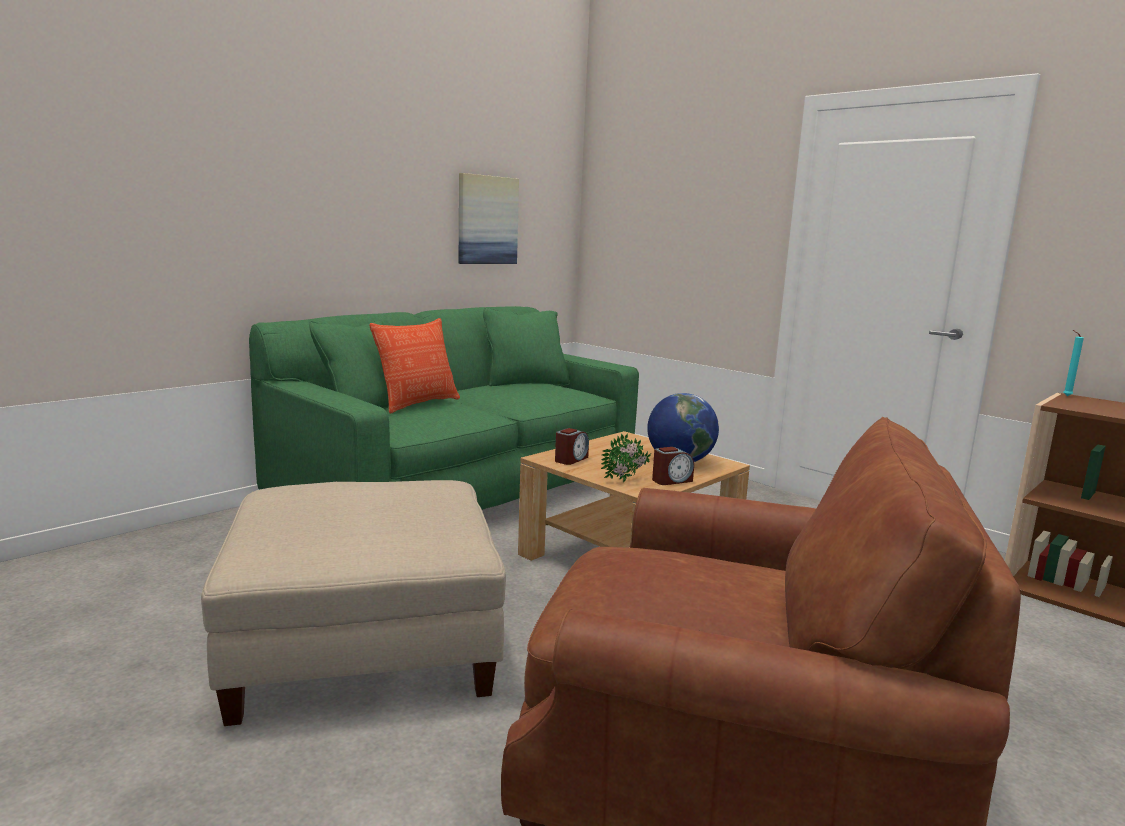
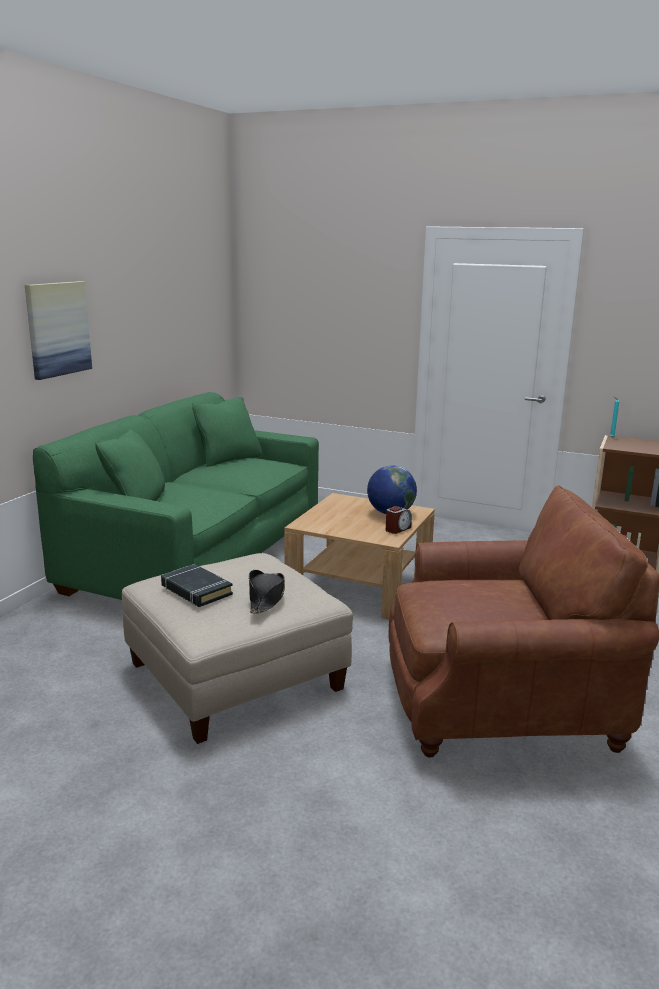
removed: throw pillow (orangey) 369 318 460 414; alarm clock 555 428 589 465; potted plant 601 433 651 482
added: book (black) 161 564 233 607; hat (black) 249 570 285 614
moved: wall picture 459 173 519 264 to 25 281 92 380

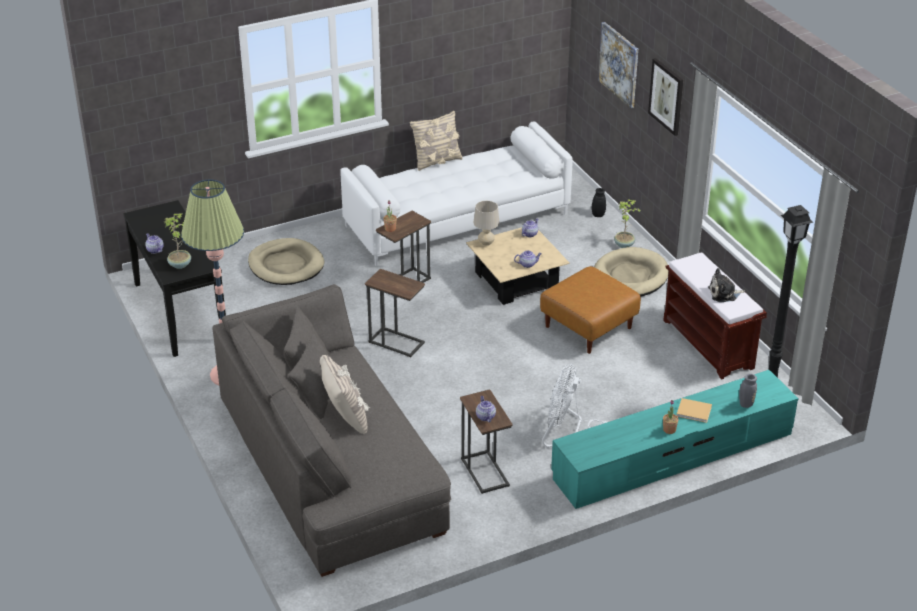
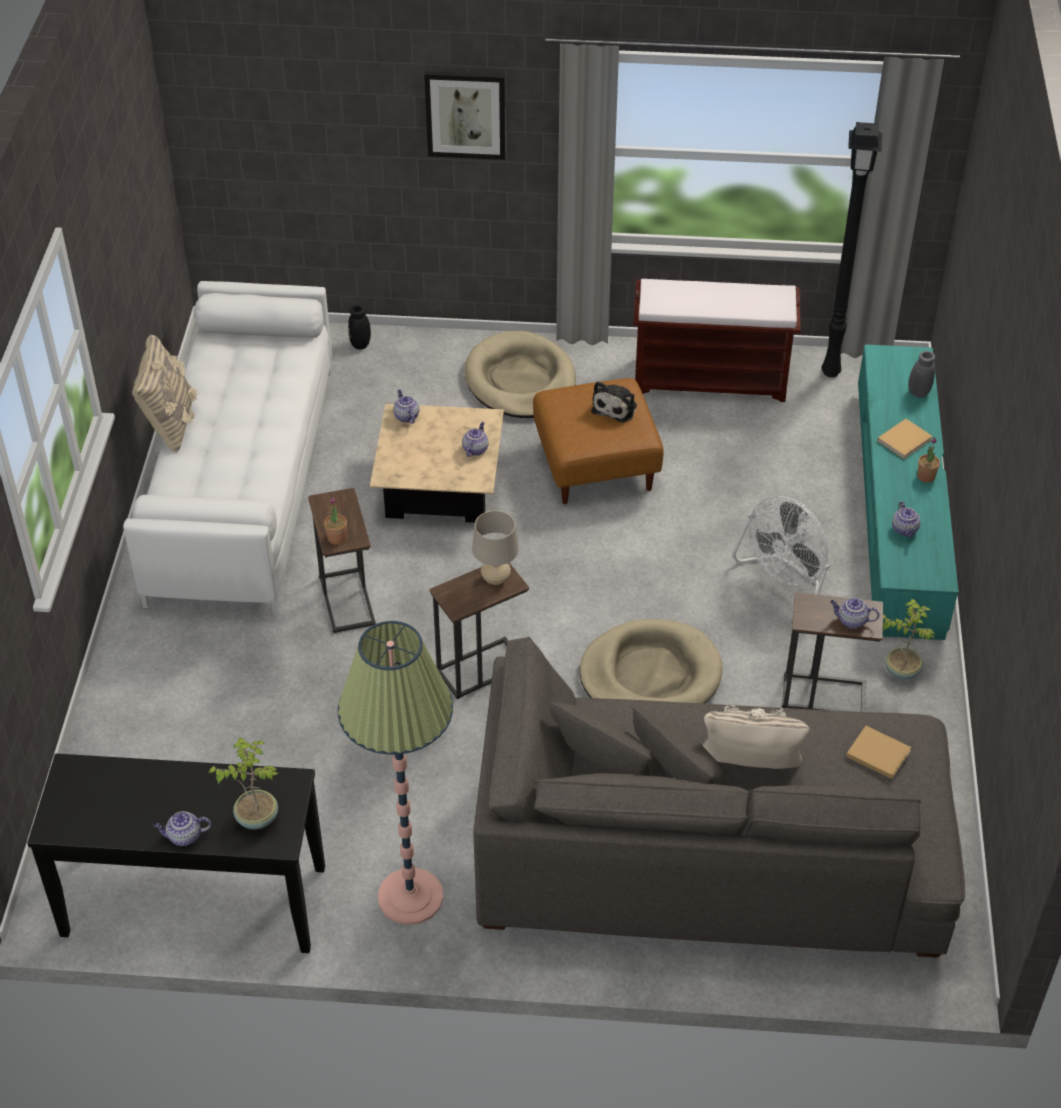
removed: wall picture 598 22 638 108
added: book (sand-coloured) 846 726 911 779; teapot 892 501 921 538
moved: pet bed (sand-coloured) 248 238 324 285 to 580 619 722 704; lamp for a table (sand-coloured) 474 201 500 246 to 472 510 519 585; potted plant 614 199 640 248 to 883 599 935 680; plush toy 708 268 745 302 to 591 381 637 422

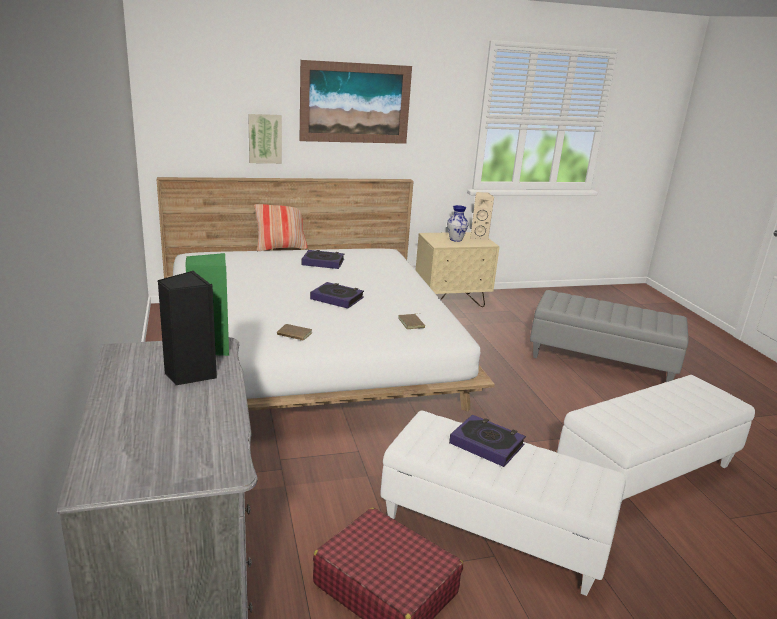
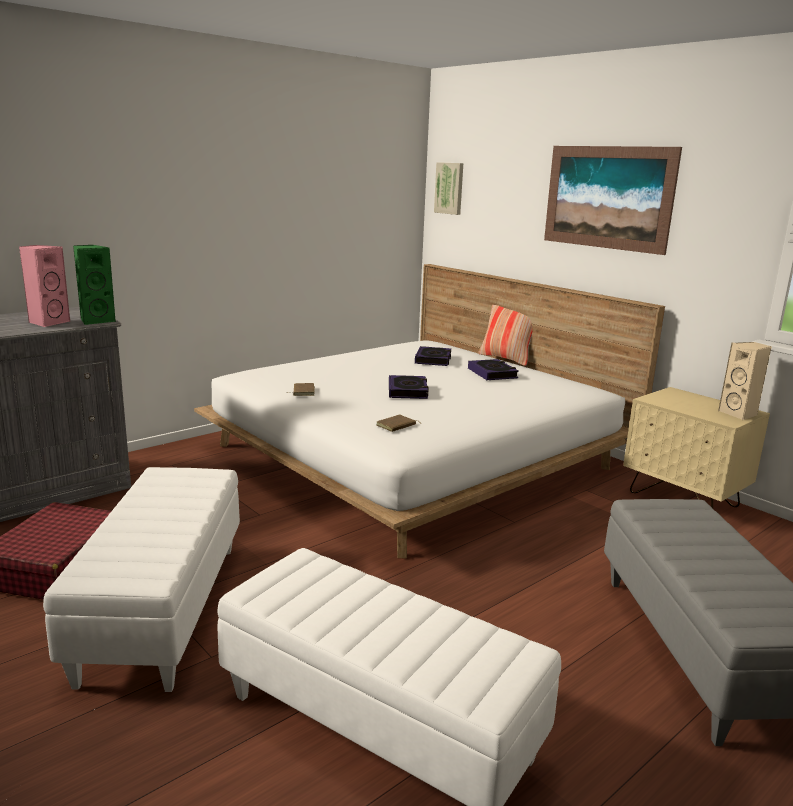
removed: decorative vase 447 205 469 242
moved: wall picture 248 114 282 164 to 434 162 463 215; book 449 415 526 467 to 415 346 451 366
recoloured: loudspeaker (black) 157 271 217 386 to loudspeaker (pink) 19 245 70 327

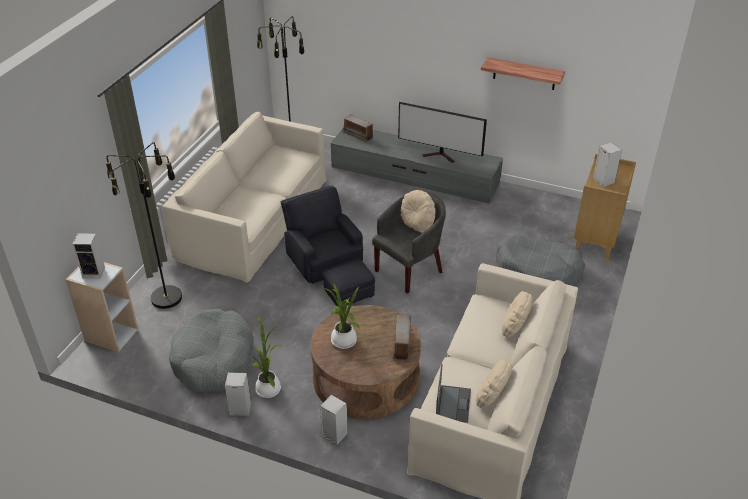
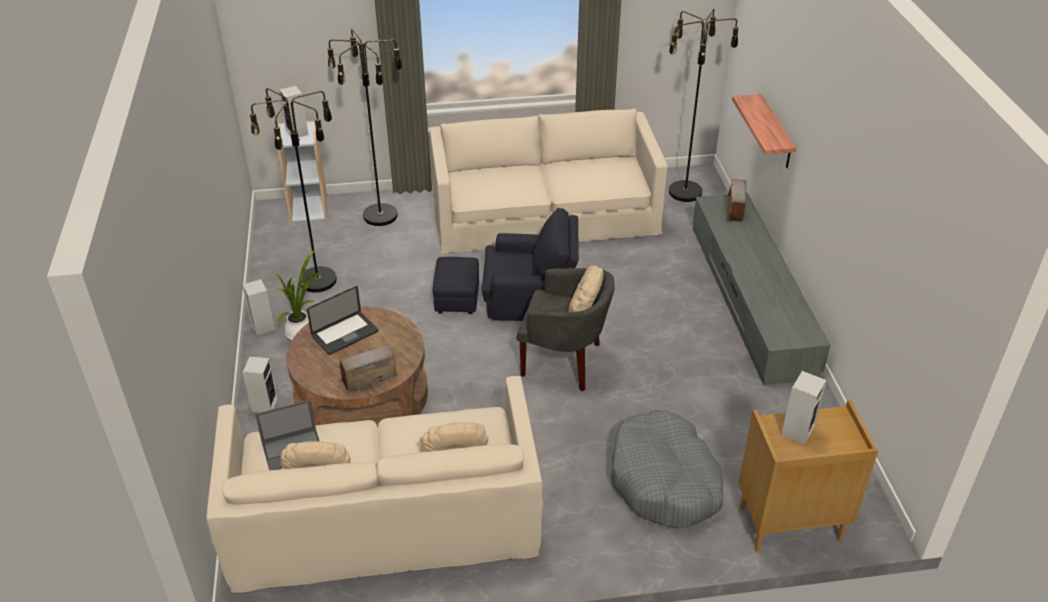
removed: TV 398 102 487 163
moved: bracket shelf 481 57 565 90 to 732 94 796 168
replaced: pet bed (grey) 169 309 254 393 to floor lamp 250 88 337 292; potted plant 324 284 360 349 to laptop 307 286 378 355
turned: lounge chair (black) 281 186 375 307 = 433 208 579 321 60 degrees clockwise

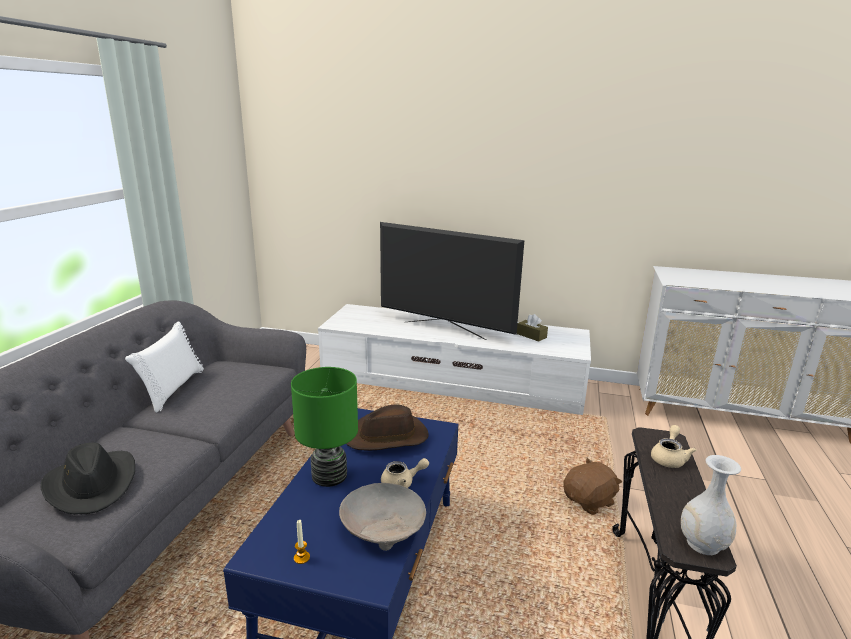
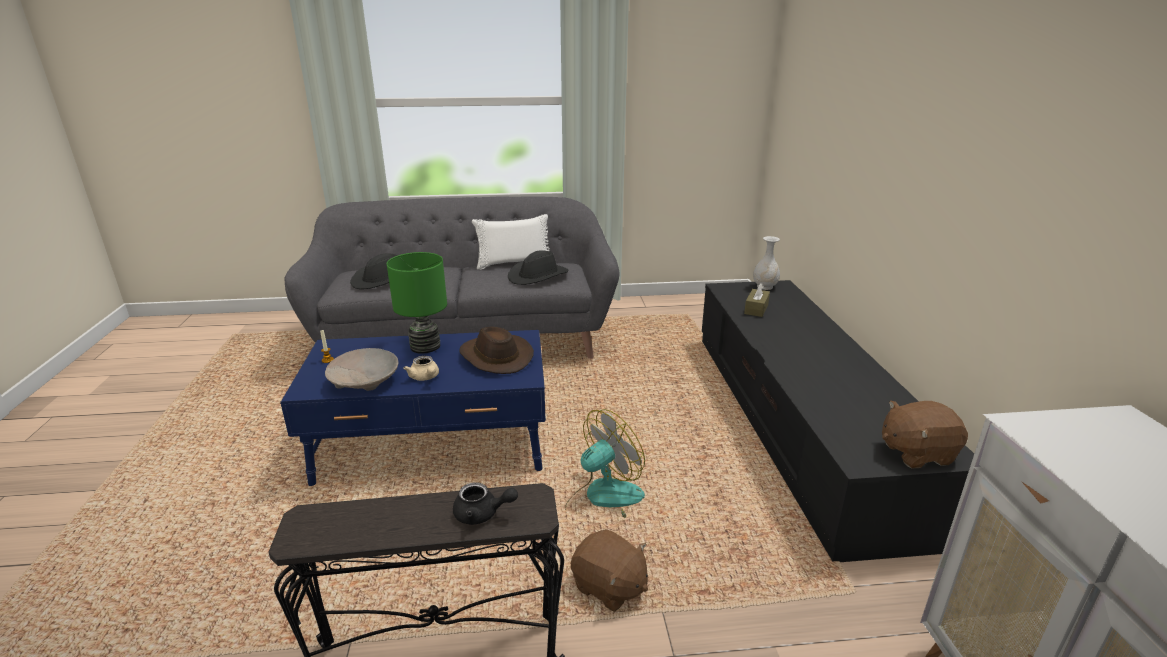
removed: TV 380 222 524 340
added: hat (black) 508 251 569 285; cooling fan 565 409 645 518; plush toy (brown) 882 400 968 469
moved: tissue holder (brown) 517 314 548 342 to 744 283 770 317; decorative vase (white-coloured) 681 455 741 555 to 753 236 780 290
recoloured: tv unit (white-coloured) 318 304 591 415 to tv unit (black) 702 280 974 562; teapot (sand-coloured) 651 425 697 468 to teapot (black) 453 482 518 525

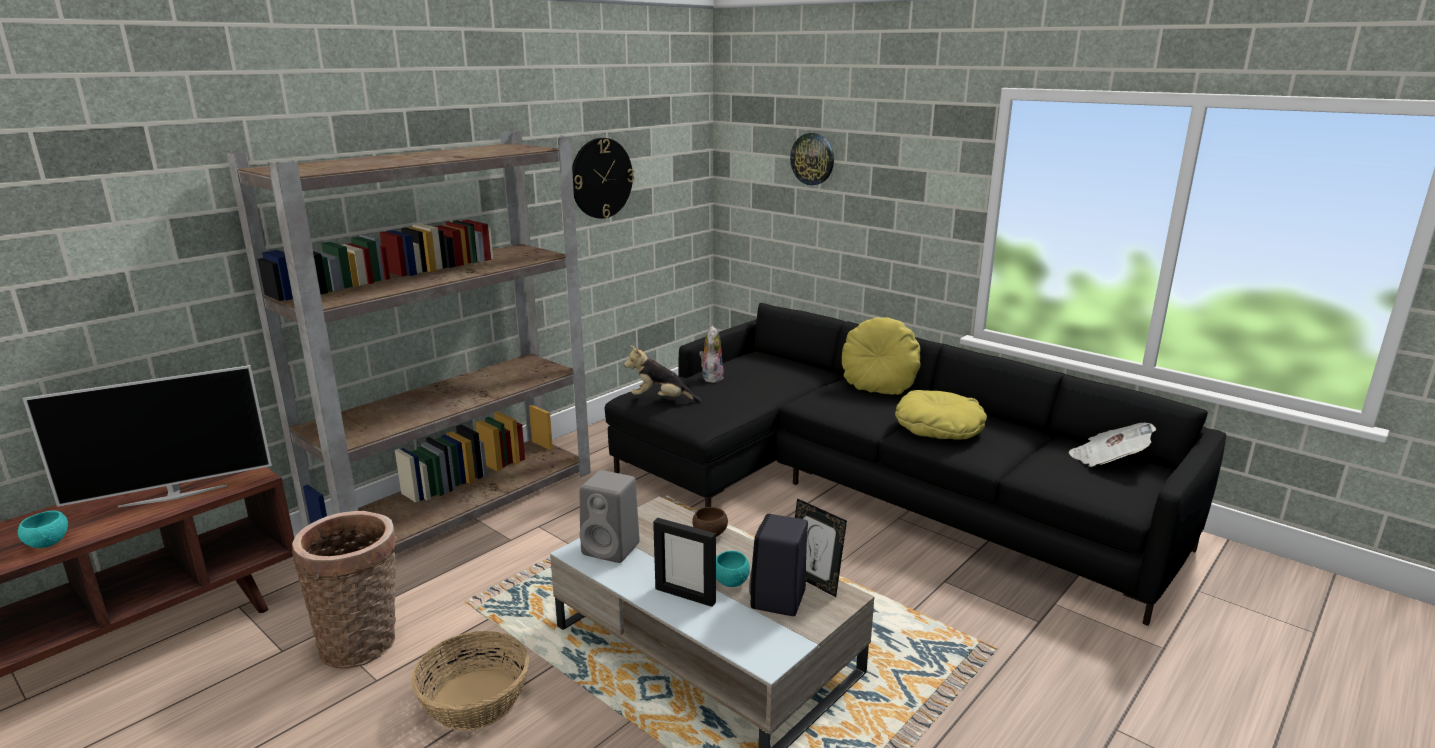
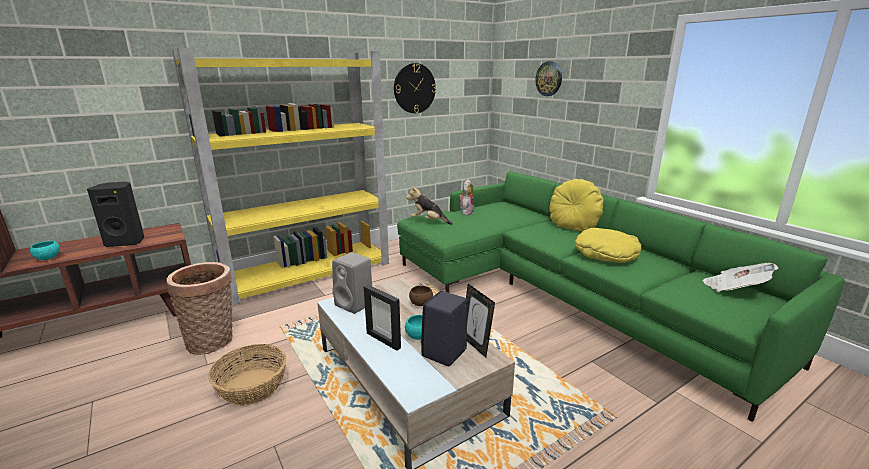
replaced: TV 22 365 272 507 to loudspeaker (black) 87 182 144 247
recoloured: shelving unit (brown) 227 131 591 554 to shelving unit (yellow) 172 48 389 305; sofa (black) 605 303 1226 626 to sofa (greenish) 397 171 845 422

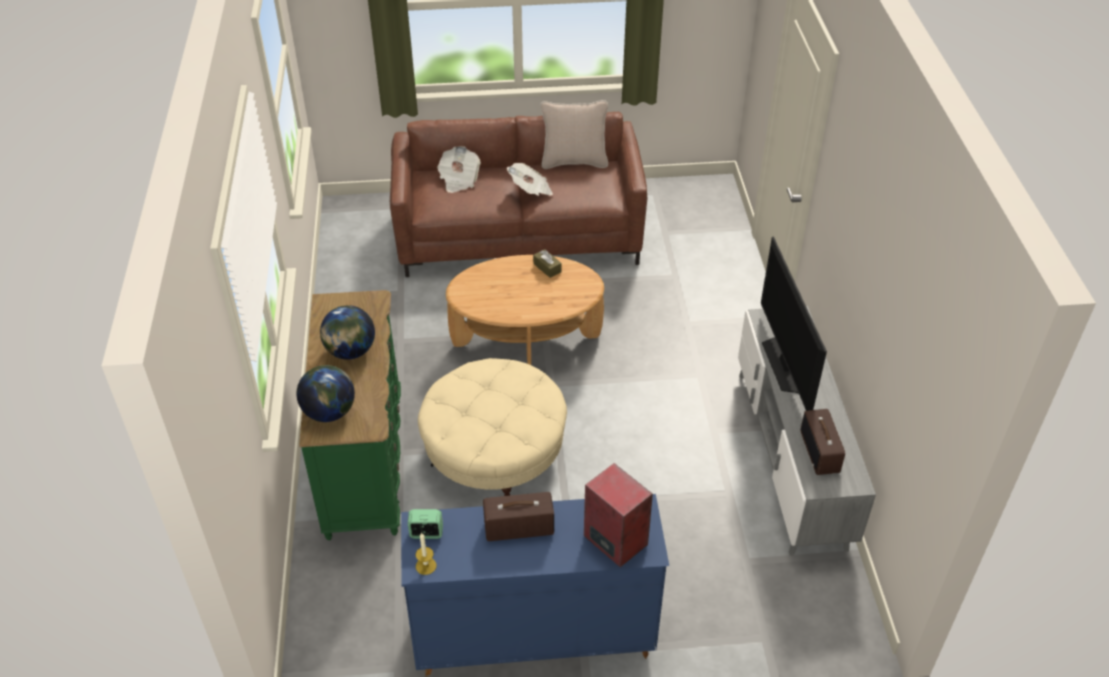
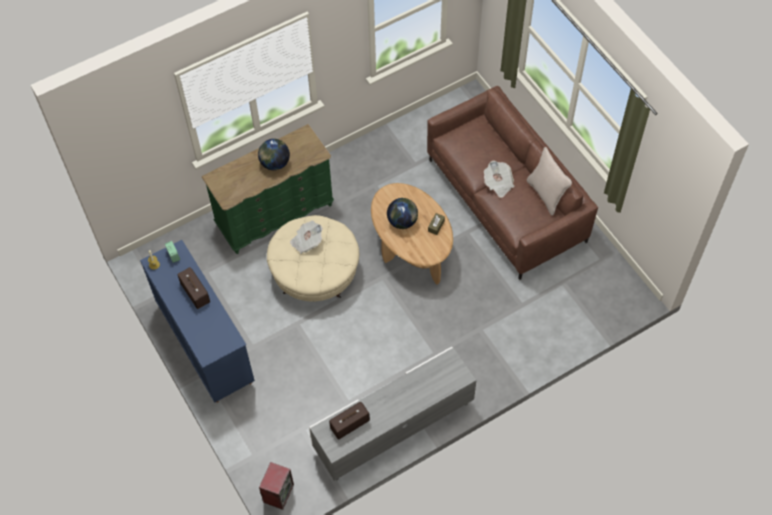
removed: TV 761 236 827 411
moved: desk globe 297 365 355 422 to 387 198 418 229; printed paper 437 146 481 193 to 290 221 323 254; loudspeaker 584 463 653 567 to 259 462 294 510

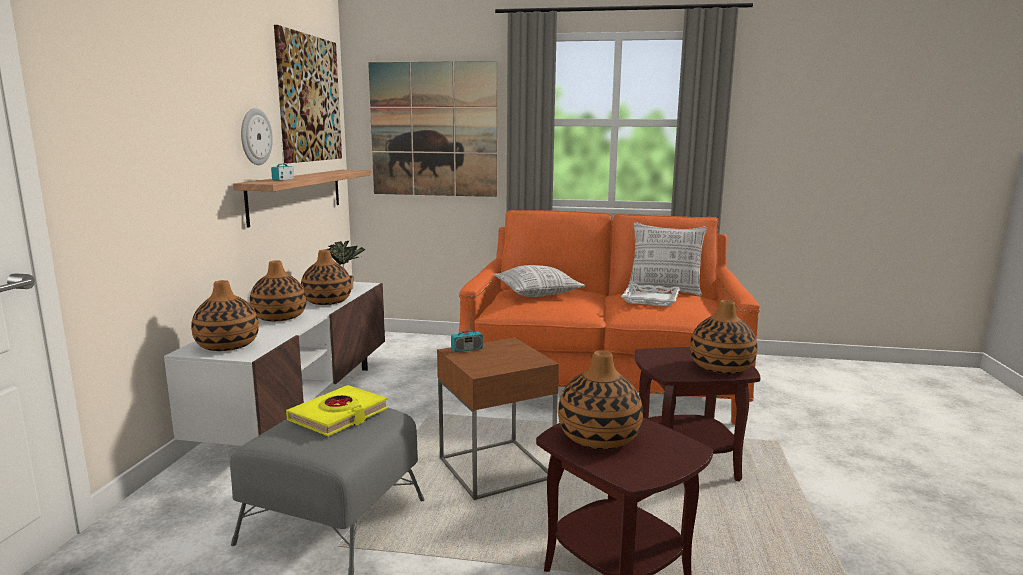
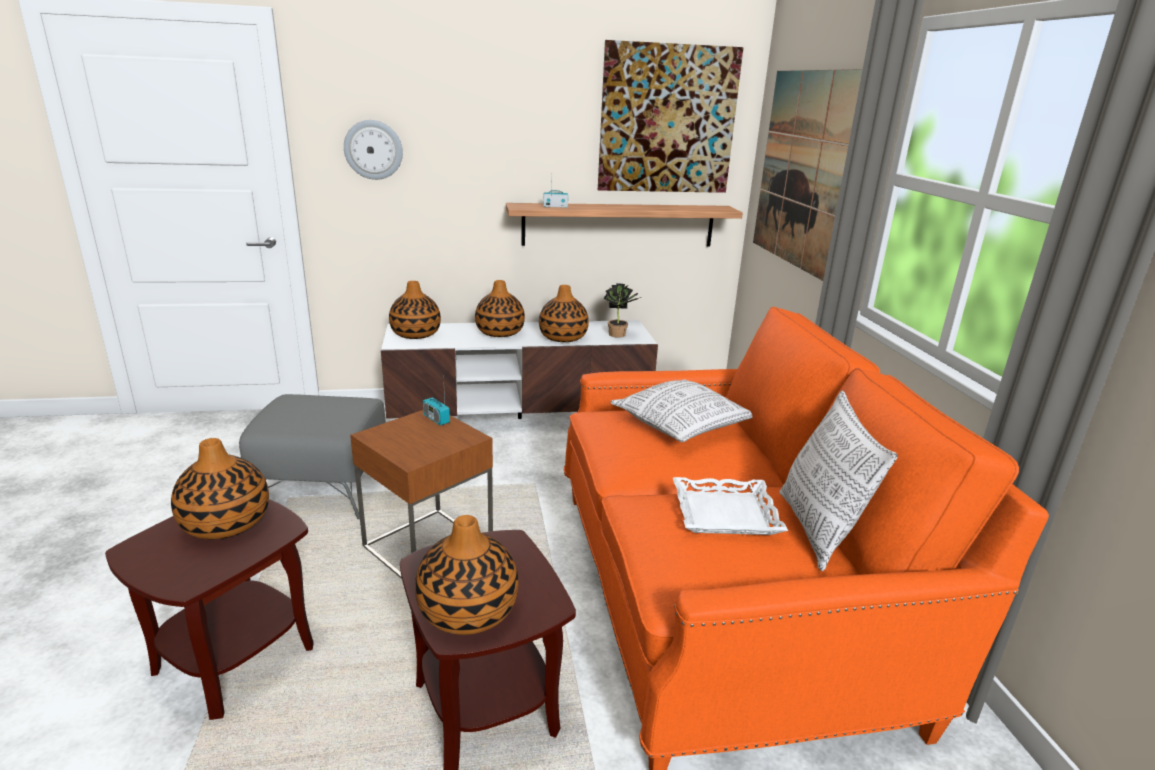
removed: book (yellow) 286 385 388 436
moved: wall clock 241 108 273 165 to 344 120 403 180

